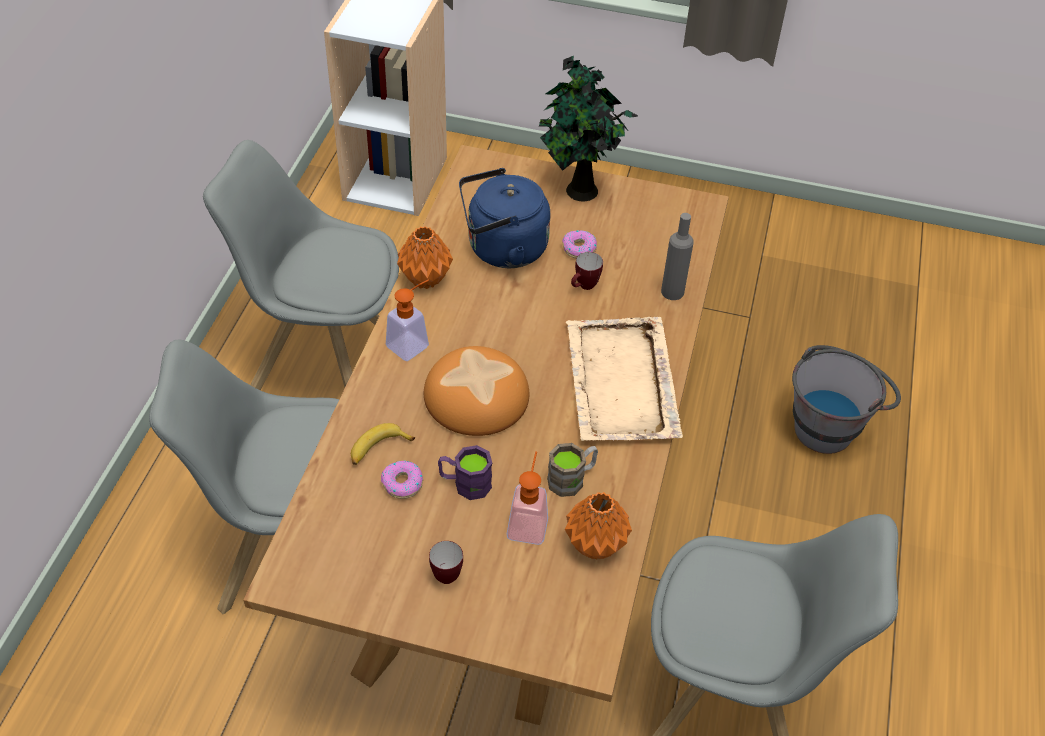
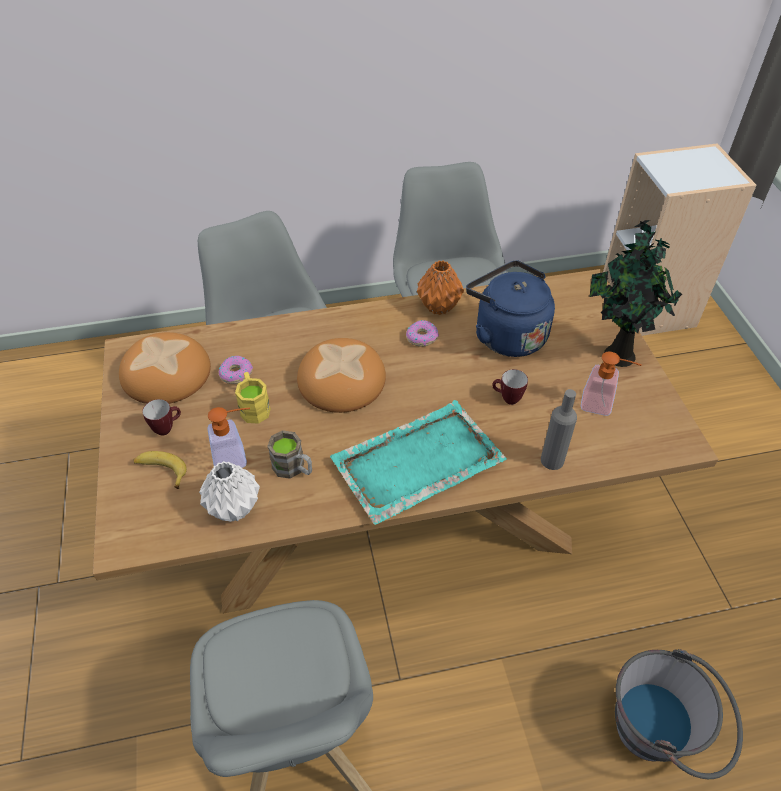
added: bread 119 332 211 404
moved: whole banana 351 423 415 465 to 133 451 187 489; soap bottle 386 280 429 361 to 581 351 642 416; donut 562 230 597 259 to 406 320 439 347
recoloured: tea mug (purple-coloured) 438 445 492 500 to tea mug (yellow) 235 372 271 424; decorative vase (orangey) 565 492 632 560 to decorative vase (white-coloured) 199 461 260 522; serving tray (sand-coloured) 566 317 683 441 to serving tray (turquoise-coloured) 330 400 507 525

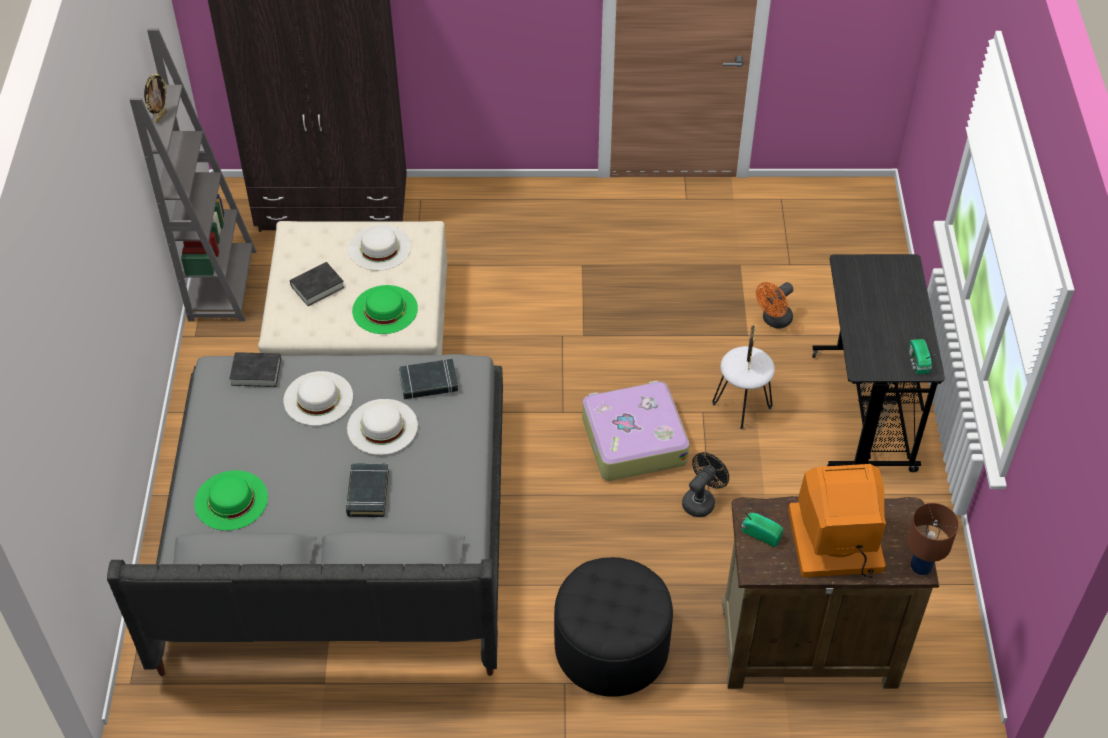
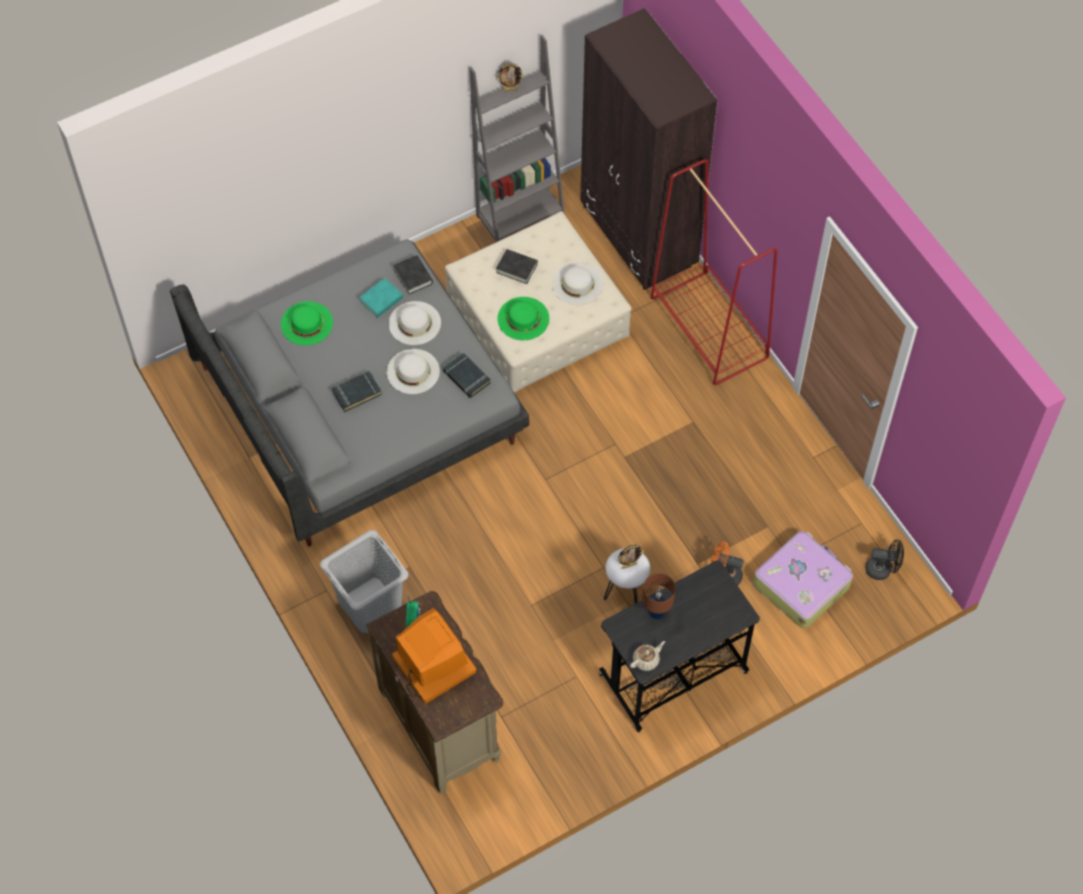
added: book (turquoise-coloured) 359 278 403 318; clothes rack (reddish) 651 159 777 385
moved: travel case 582 380 689 481 to 753 531 853 628; cooling fan (black) 682 452 729 517 to 866 540 904 580; lamp for a table (brown) 907 503 959 575 to 642 573 675 619
replaced: pouffe (black) 554 557 673 697 to laundry basket (grey) 320 530 409 633; radio set 908 339 936 374 to teapot (sand-coloured) 630 641 665 671

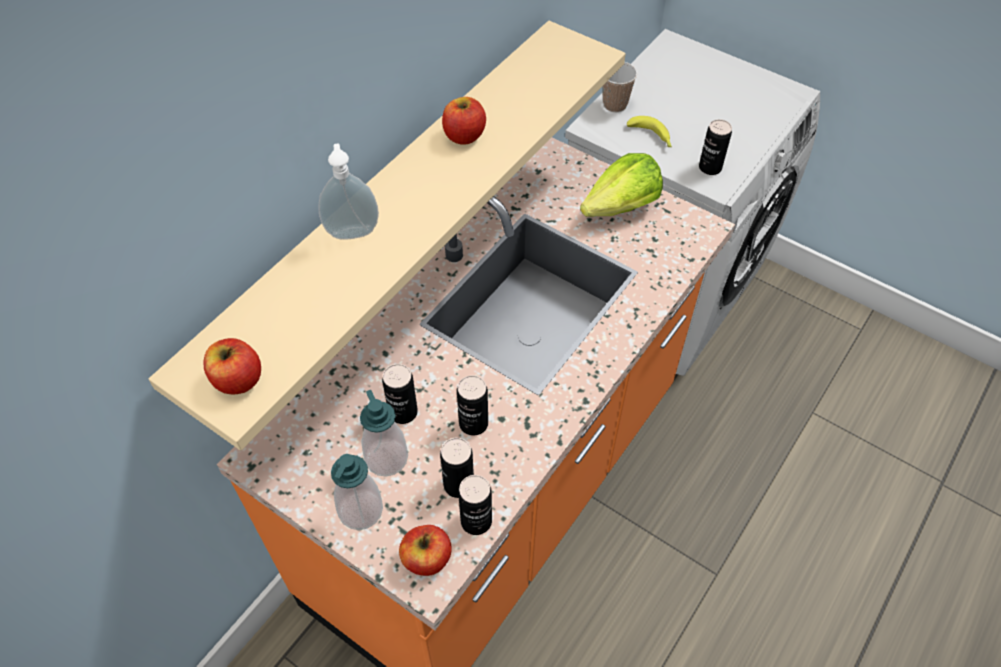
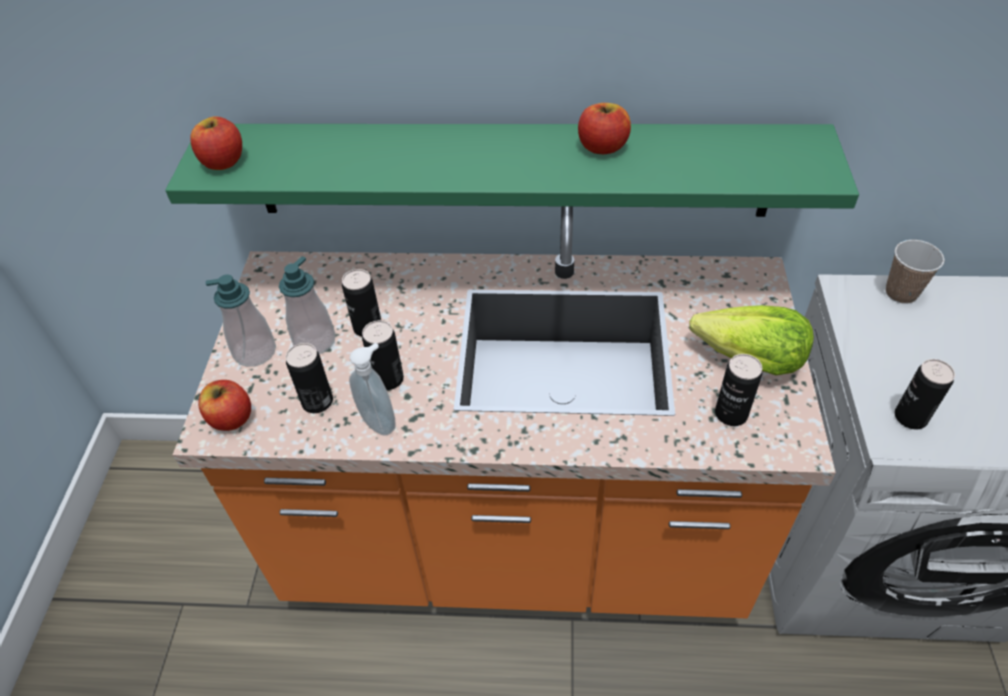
removed: whole banana 627 116 672 147
moved: soap bottle 318 144 379 240 to 349 343 396 436; metal can 458 475 492 535 to 715 354 762 426
recoloured: bracket shelf (sand-coloured) 149 21 626 450 to bracket shelf (greenish) 165 124 859 217

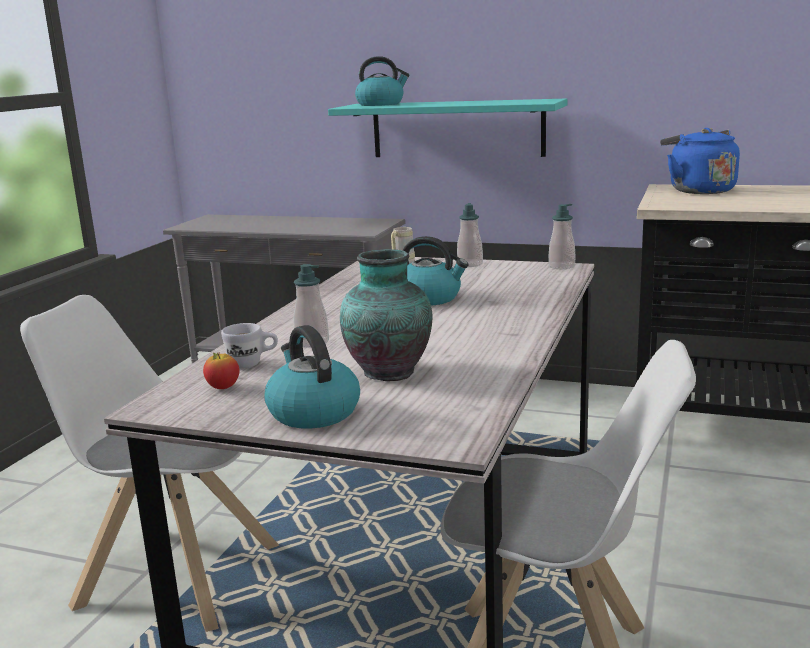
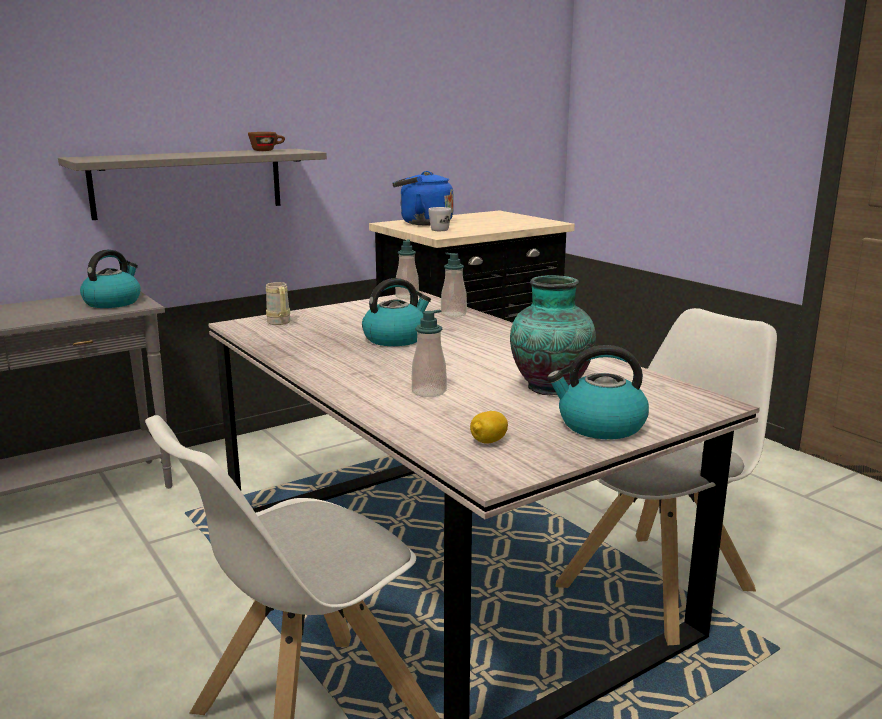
added: cup (brown) 248 132 285 151
moved: tea mug (white-coloured) 221 323 278 368 to 428 207 451 231; water kettle 355 56 410 106 to 80 250 141 308; soap bottle 457 203 483 267 to 441 253 467 317
replaced: apple 203 352 239 389 to whole lemon 470 411 508 444
recoloured: bracket shelf (turquoise-coloured) 328 99 568 157 to bracket shelf (grey) 58 149 327 220

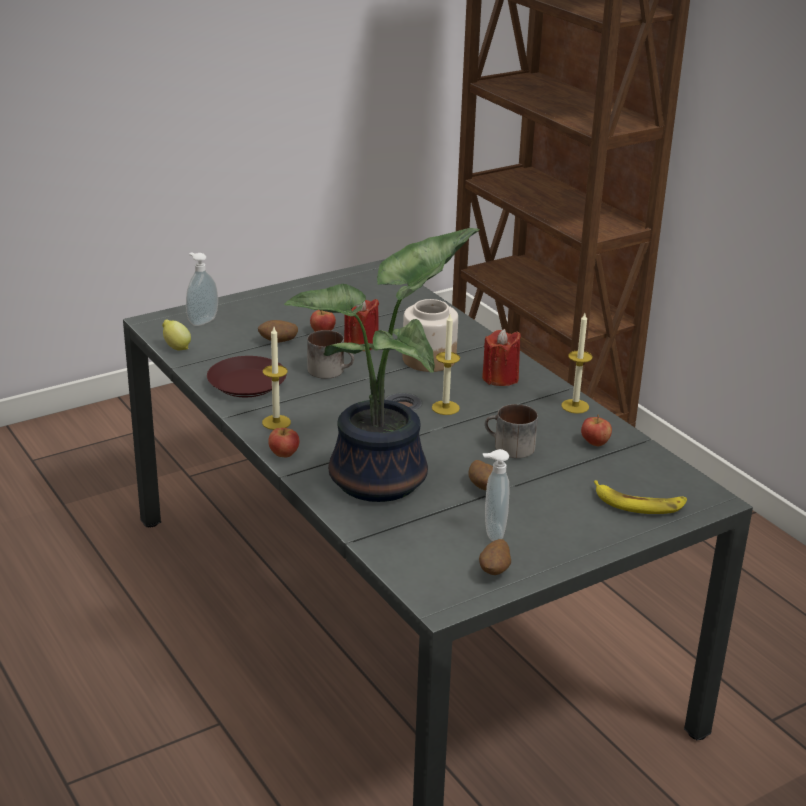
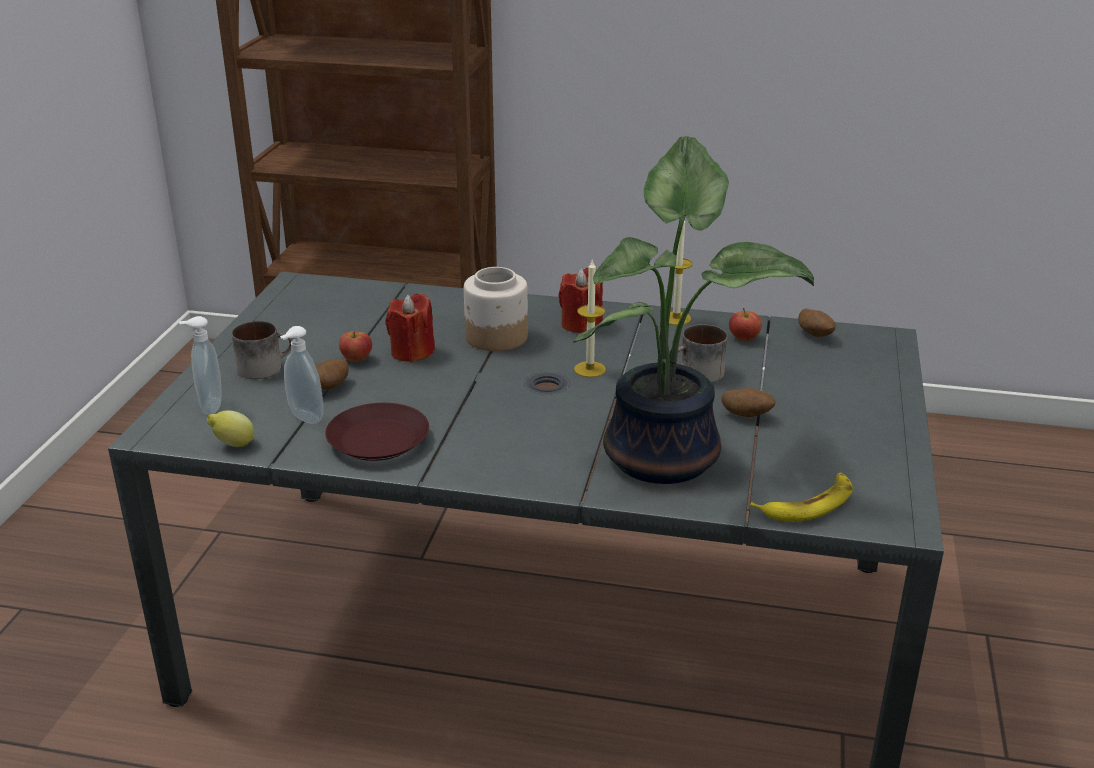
removed: wax light 262 327 291 430; apple 268 428 299 457
moved: tea mug 307 330 354 379 to 232 321 292 379; potato 479 539 511 575 to 798 308 836 337; soap bottle 483 449 510 541 to 280 326 323 424; whole banana 594 480 687 514 to 750 473 853 522

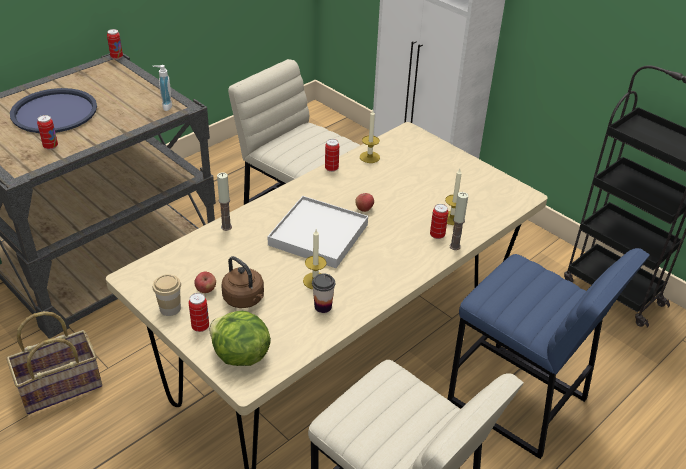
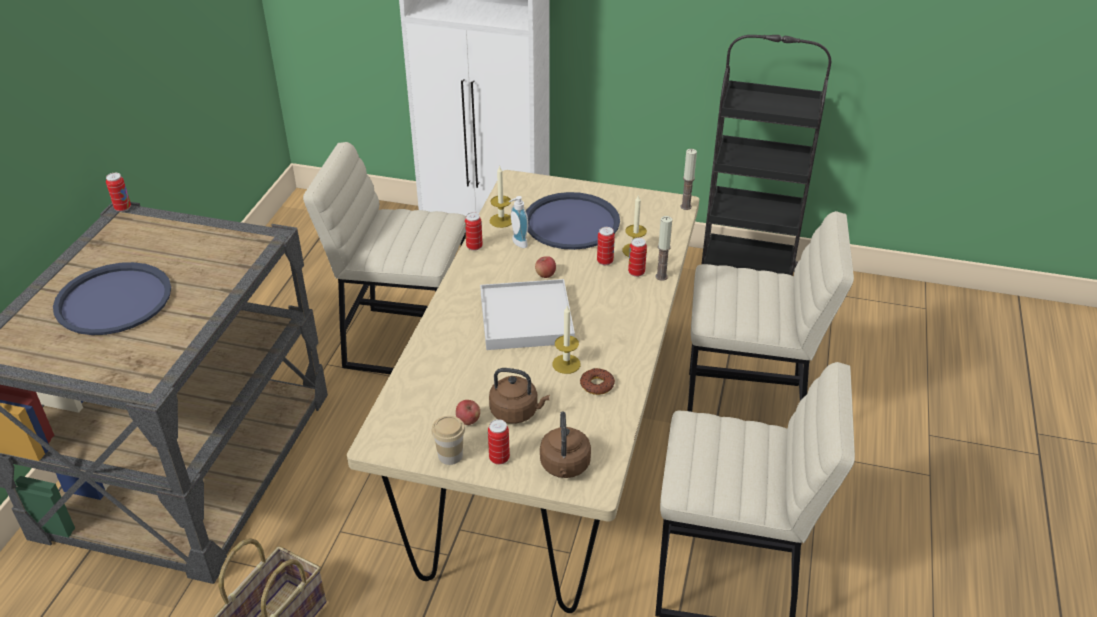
added: serving tray (blue) 526 192 620 250
moved: metal can 37 115 58 150 to 597 227 615 265; soap bottle 153 65 172 111 to 509 196 528 248; wax light 217 172 232 231 to 681 149 697 210
replaced: head of lettuce 209 311 271 366 to water kettle (brown) 540 411 591 478; cup 312 273 335 313 to donut 580 368 615 395
recoloured: plain chair (blue) 448 248 650 459 to plain chair (sand-coloured) 687 211 854 412

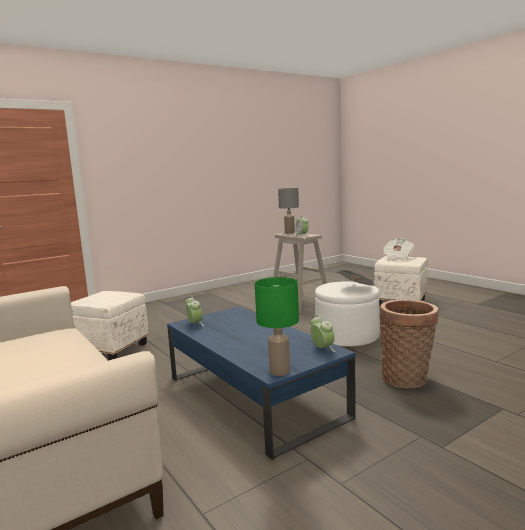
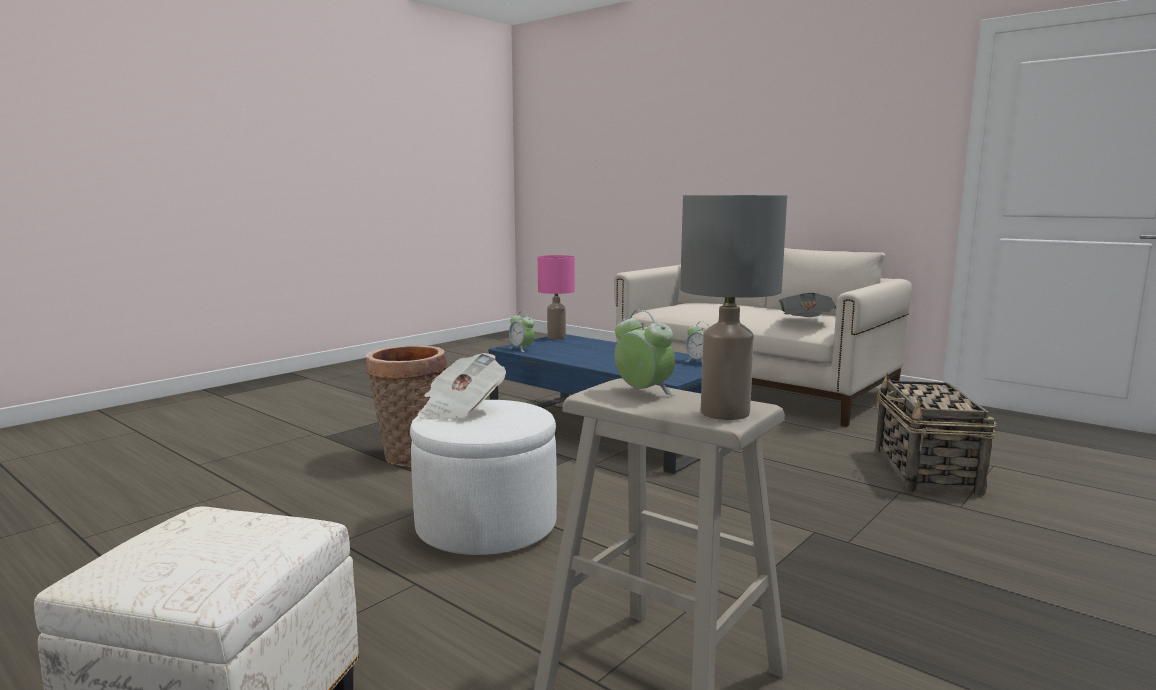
moved: printed paper 383 238 415 261 to 779 293 836 317
replaced: pouffe (white-coloured) 71 291 149 360 to basket 875 373 997 496
recoloured: lamp for a table (greenish) 255 277 299 376 to lamp for a table (pink) 538 255 575 339

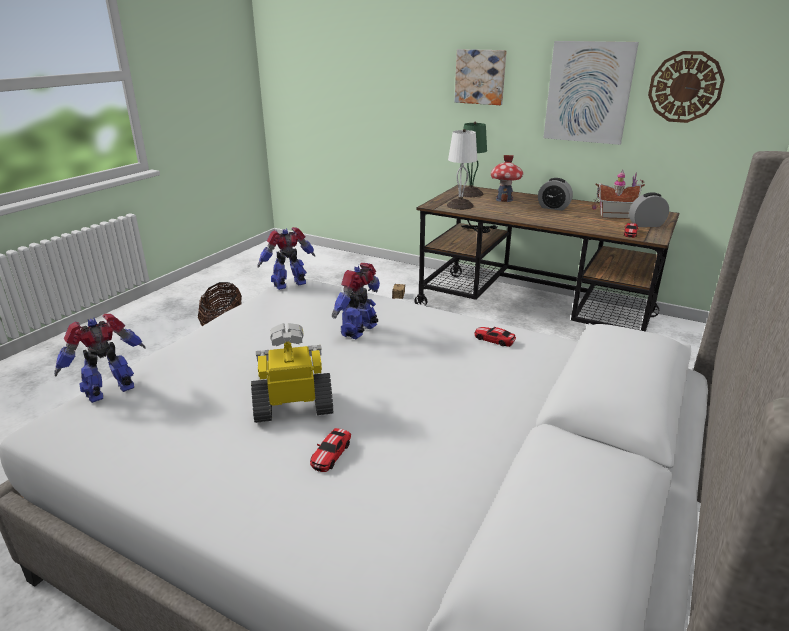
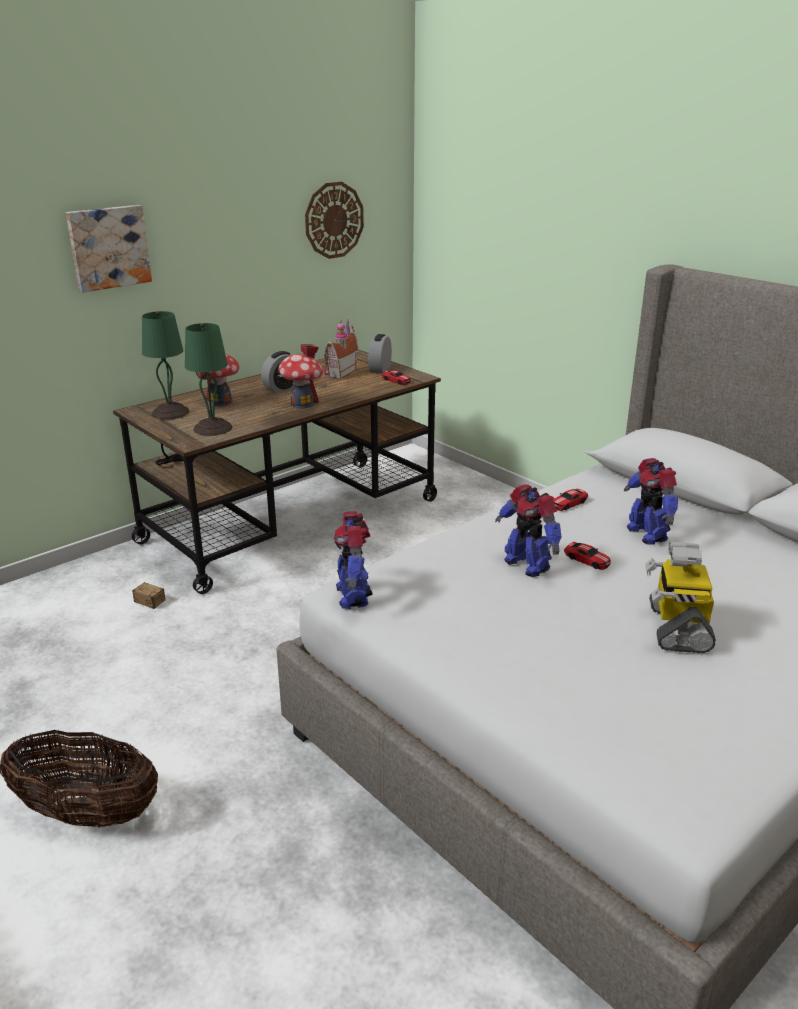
removed: wall picture 543 41 639 145
added: model house 278 344 323 409
moved: robot figure 54 314 145 403 to 624 458 678 545; toy car 310 428 351 472 to 564 542 611 570
recoloured: lamp for a table (white-coloured) 447 129 477 210 to lamp for a table (greenish) 185 323 232 436

